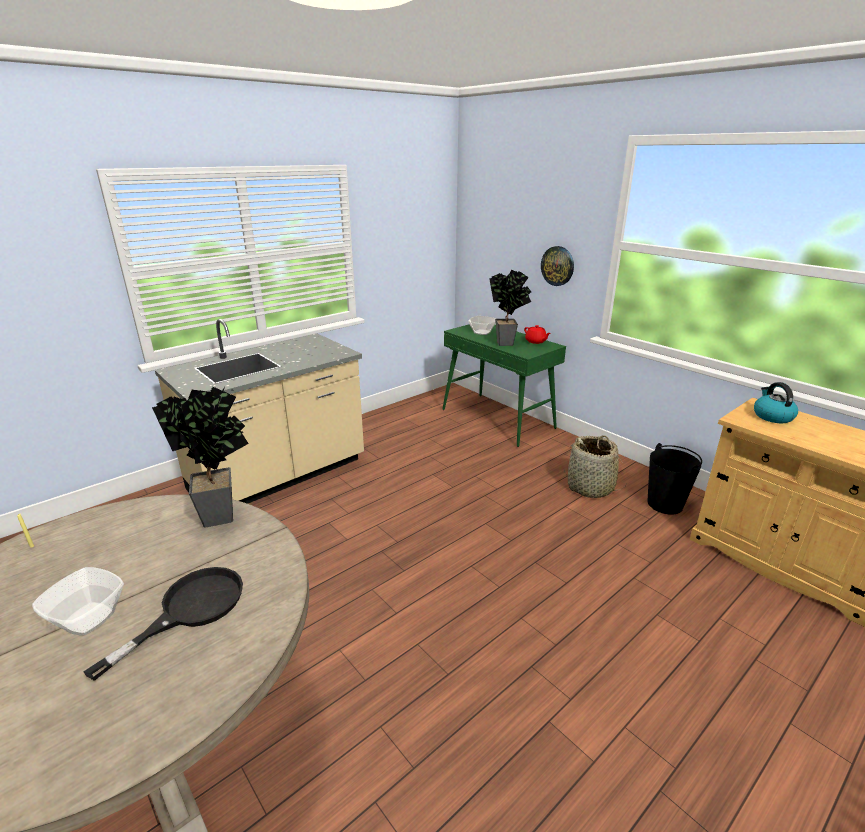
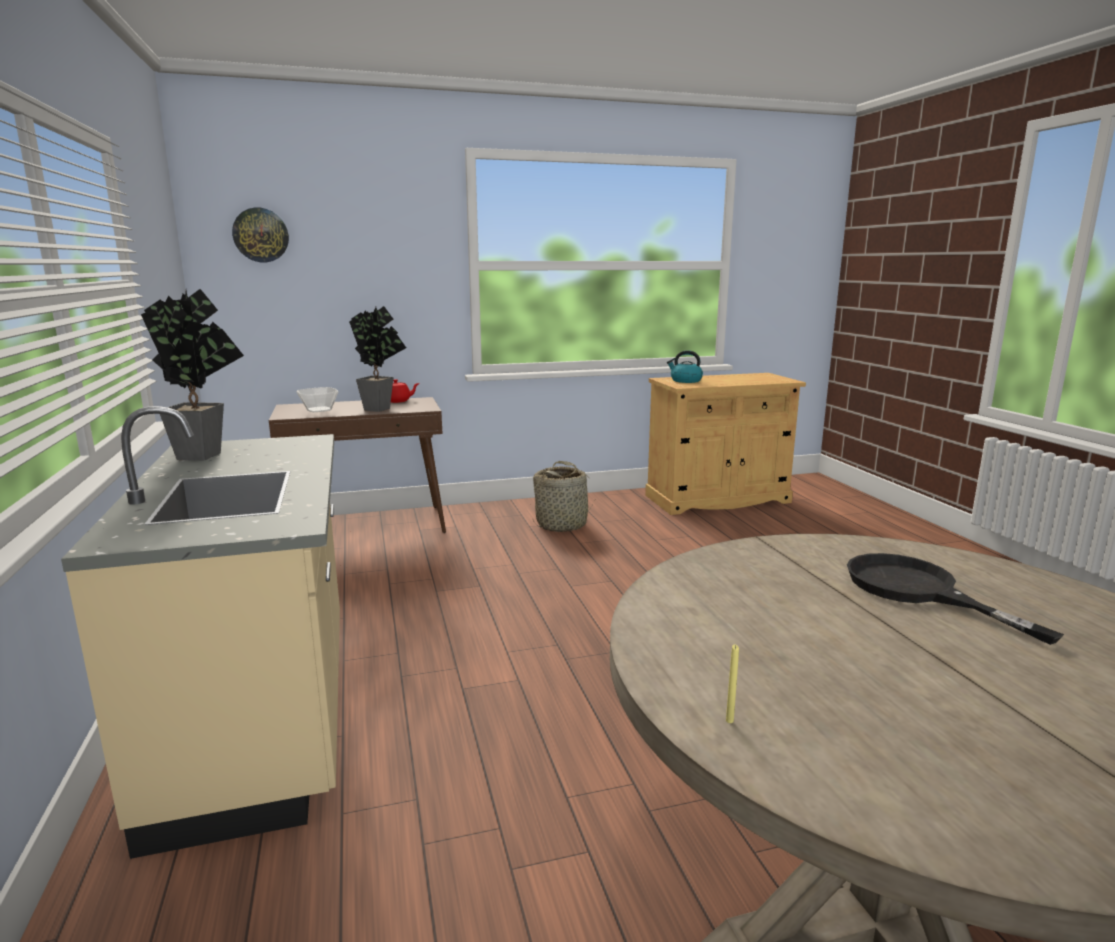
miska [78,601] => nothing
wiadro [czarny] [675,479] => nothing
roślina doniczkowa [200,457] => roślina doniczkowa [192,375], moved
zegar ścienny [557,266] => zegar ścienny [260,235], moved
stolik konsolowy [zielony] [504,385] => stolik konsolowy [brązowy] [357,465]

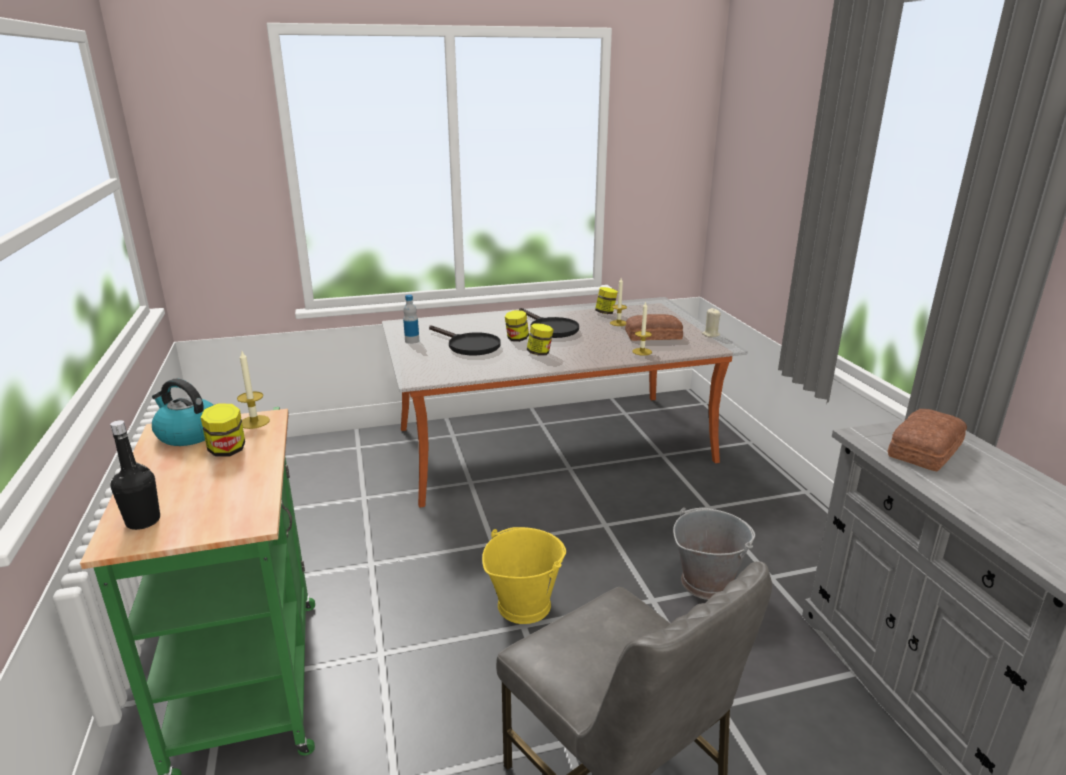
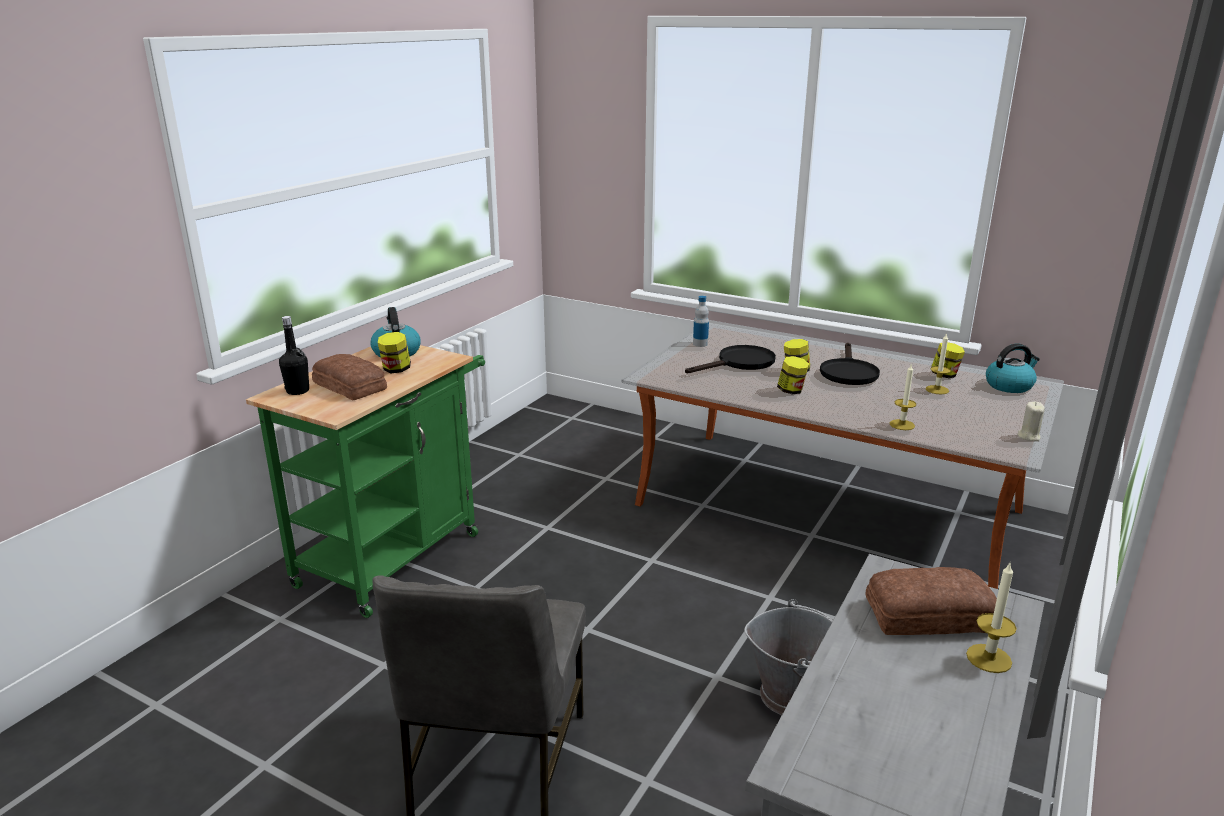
wiadro [żółty] [524,575] => nothing
nothing => czajnik [1013,368]
świeca [253,390] => świeca [991,617], moved
chleb [654,327] => chleb [349,377], moved
patelnia [czarny] [465,340] => patelnia [czarny] [730,359], 120 degrees counterclockwise

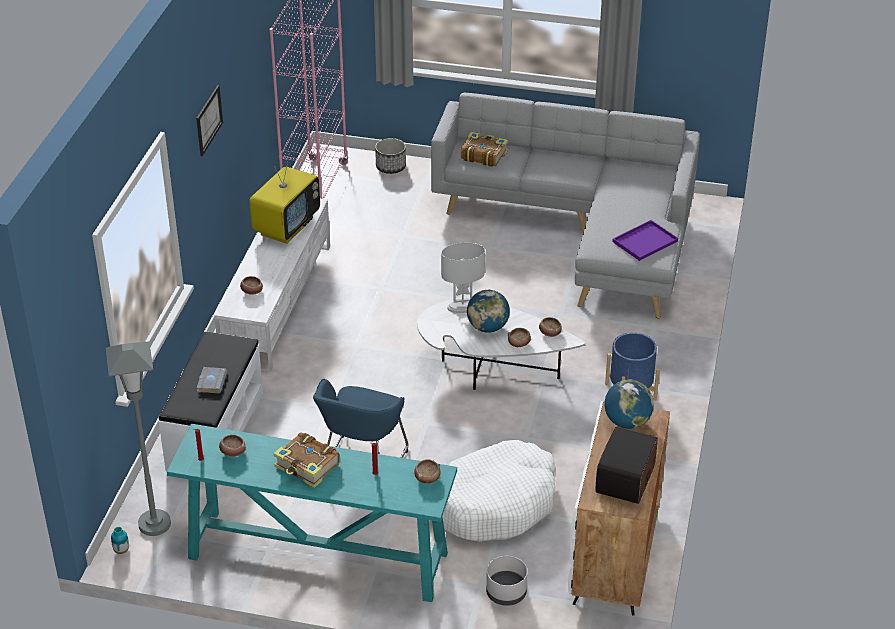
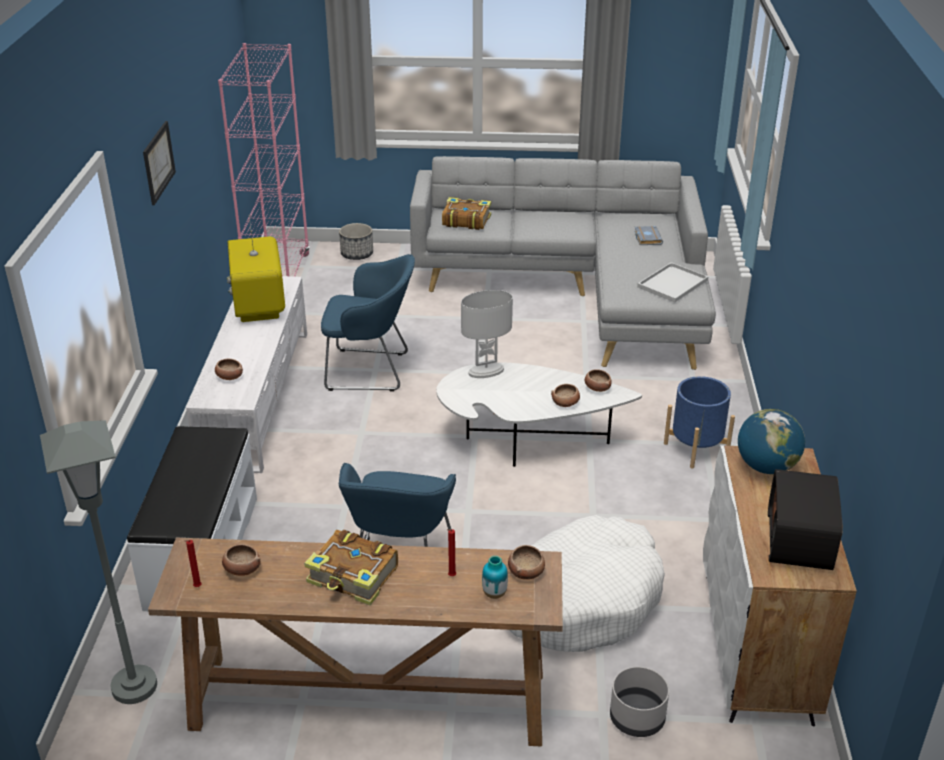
globus [488,311] => nothing
nothing => fotel [niebieski] [368,323]
wazon [120,540] => wazon [495,577], moved
książka [szary] [212,380] => książka [szary] [648,235], moved
stolik konsolowy [turkusowy] [312,513] => stolik konsolowy [brązowy] [355,642]
taca [fioletowy] [645,240] => taca [biały] [673,282]
telewizor [284,199] => telewizor [256,268], 150 degrees clockwise

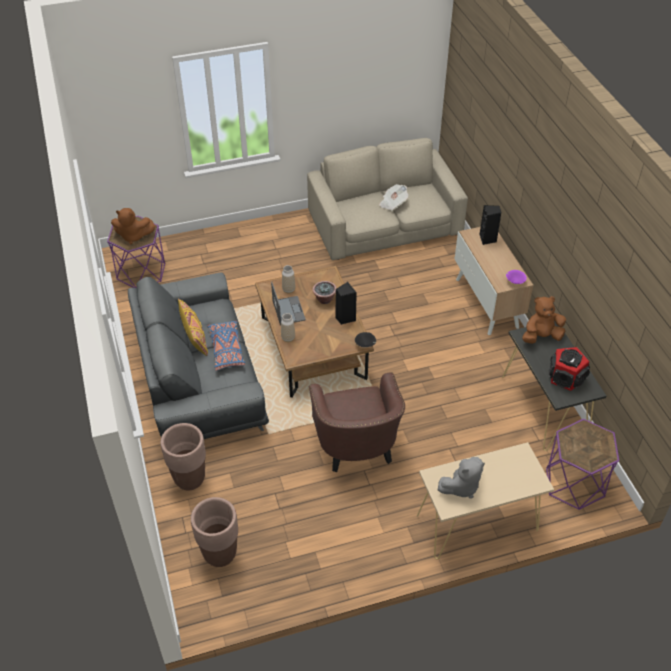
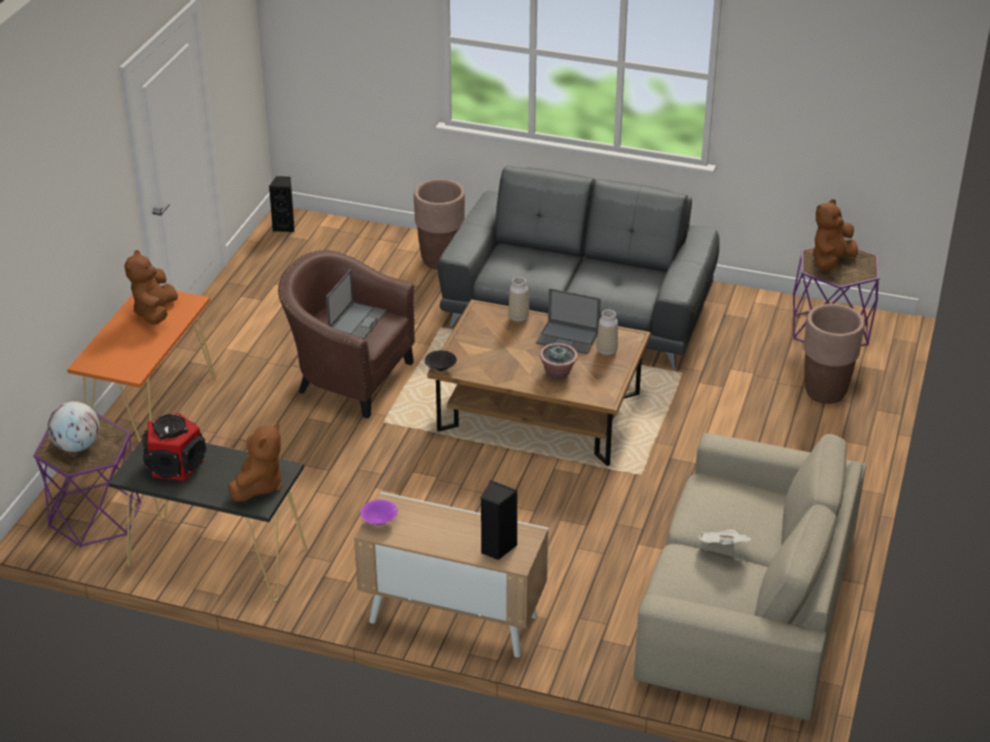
poduszka [żółty] [193,327] => nothing
poduszka [niebieski] [226,346] => nothing
nothing => globus [73,426]
nothing => laptop [356,304]
donica [brązowy] [214,532] => donica [brązowy] [834,354], moved
głośnik [czarny] [346,303] => głośnik [czarny] [281,204], moved
stolik konsolowy [beżowy] [485,501] => stolik konsolowy [pomarańczowy] [141,367]
pluszak [szary] [461,478] => pluszak [brązowy] [151,287]

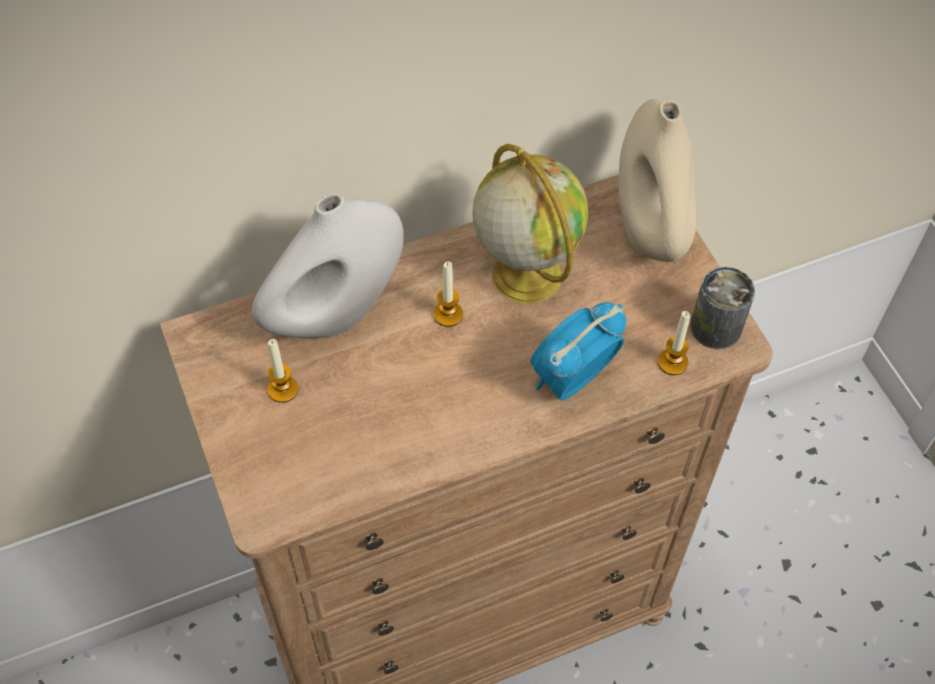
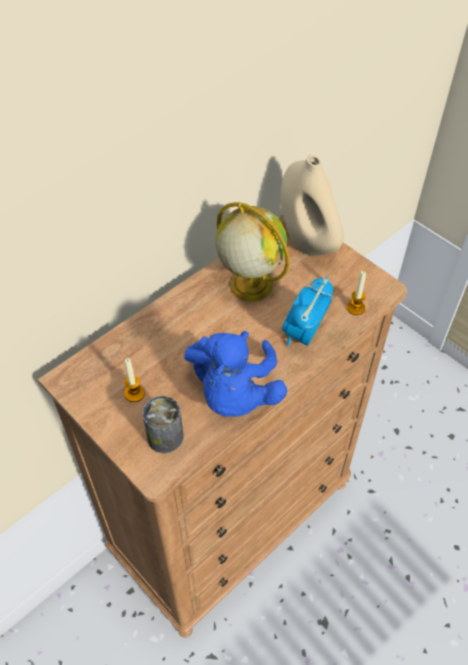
wazon [biały] [328,266] => nothing
świeca [448,294] => nothing
nothing => pluszak [niebieski] [236,374]
puszka [722,308] => puszka [163,425], moved

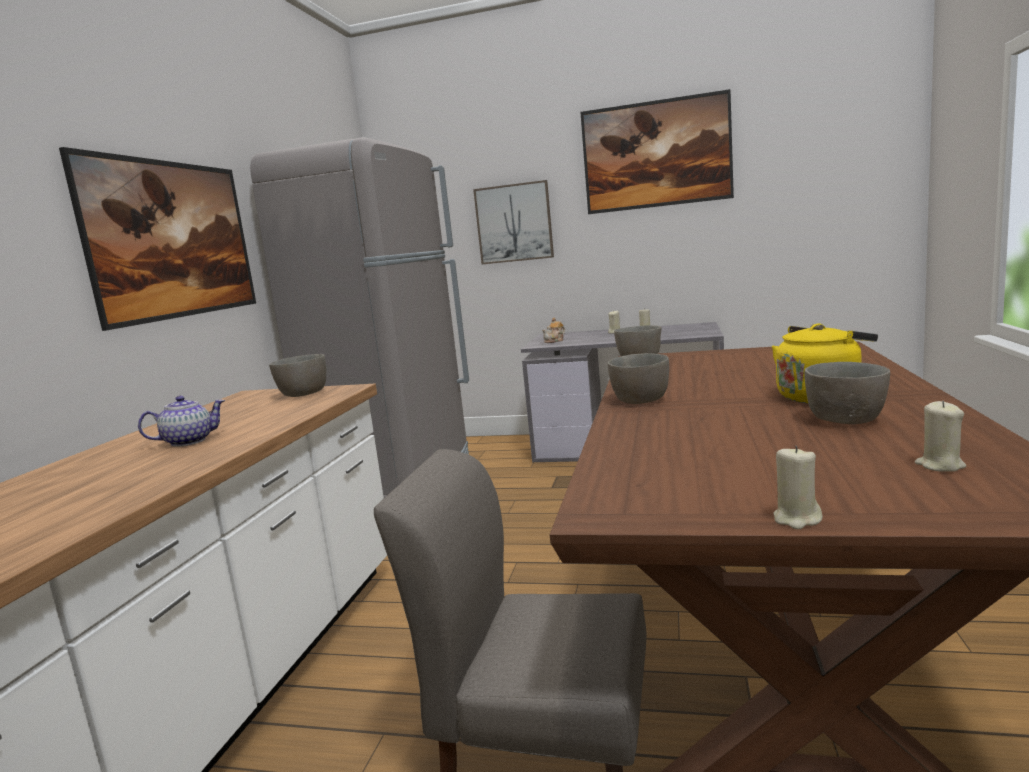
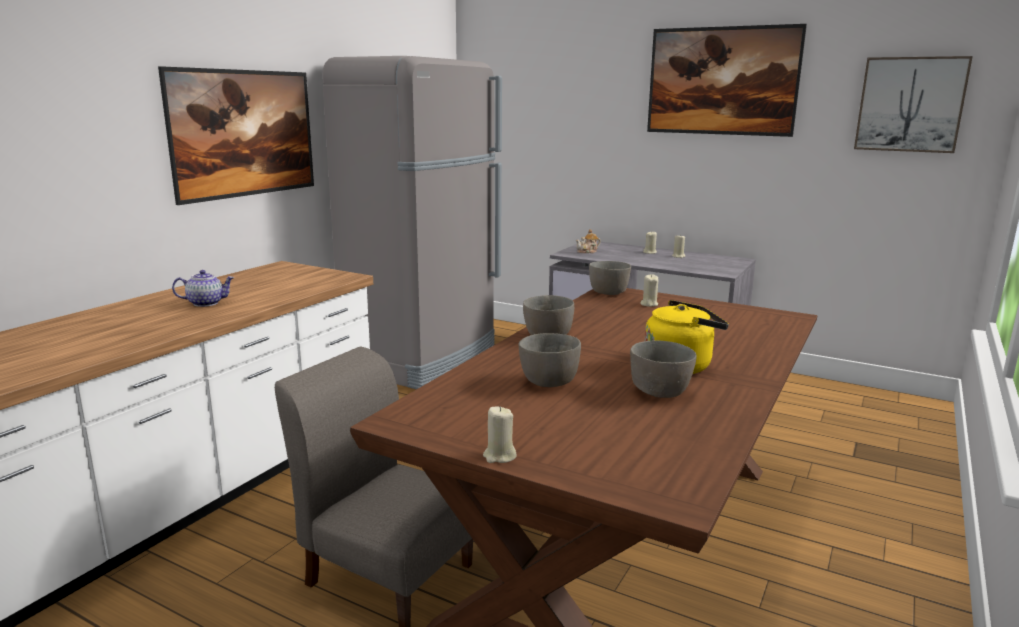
miska [szary] [297,375] => miska [szary] [550,360], moved
obraz [513,222] => obraz [913,104], moved
świeca [beżowy] [940,436] => świeca [beżowy] [649,290], moved

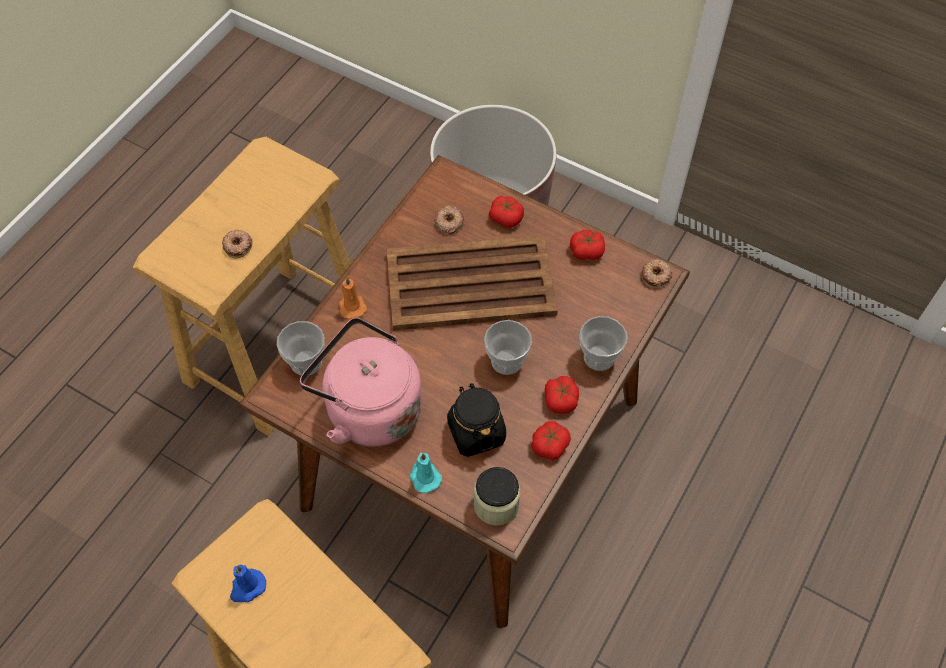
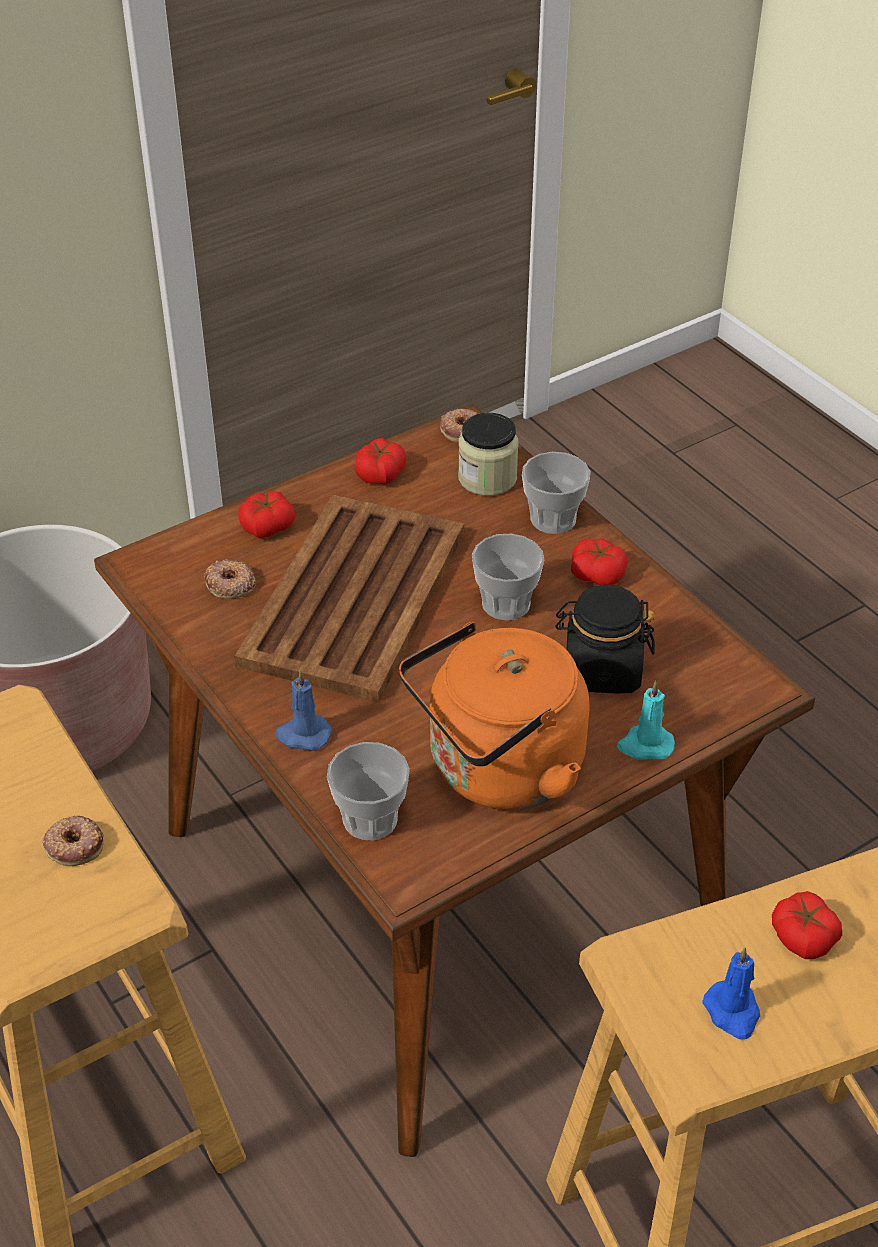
słoik [497,496] => słoik [488,454], moved
pomidor [551,440] => pomidor [807,925], moved
czajnik [różowy] [361,382] => czajnik [pomarańczowy] [494,715]
świeca [pomarańczowy] [353,298] => świeca [niebieski] [303,710]

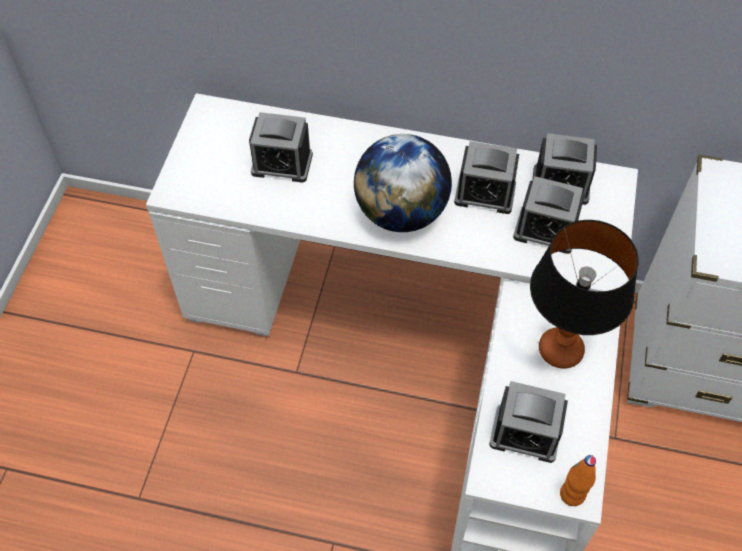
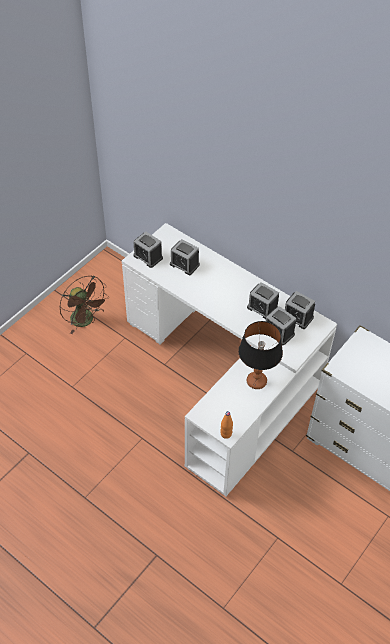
globus [403,183] => nothing
nothing => wentylator [brązowy] [84,304]
budzik [528,422] => budzik [148,250], moved

